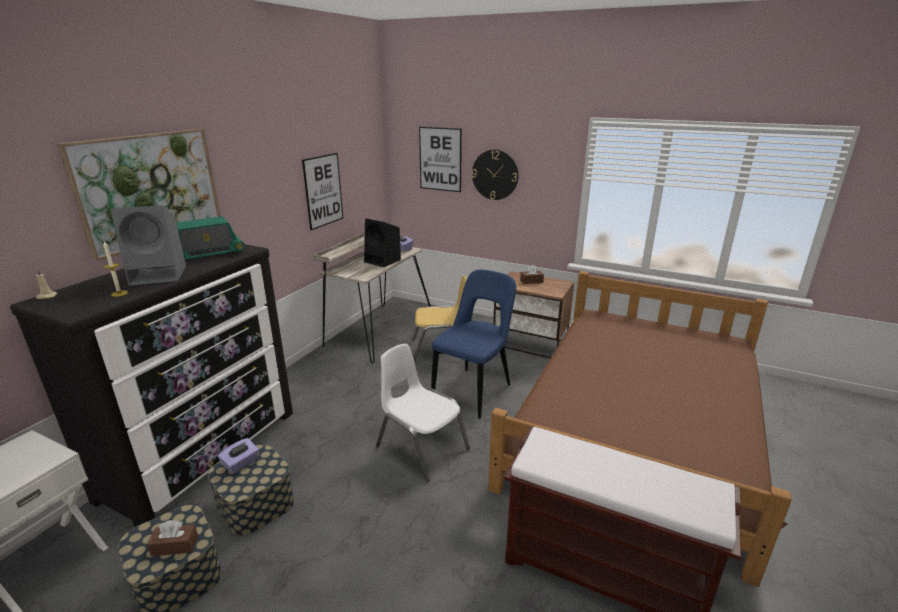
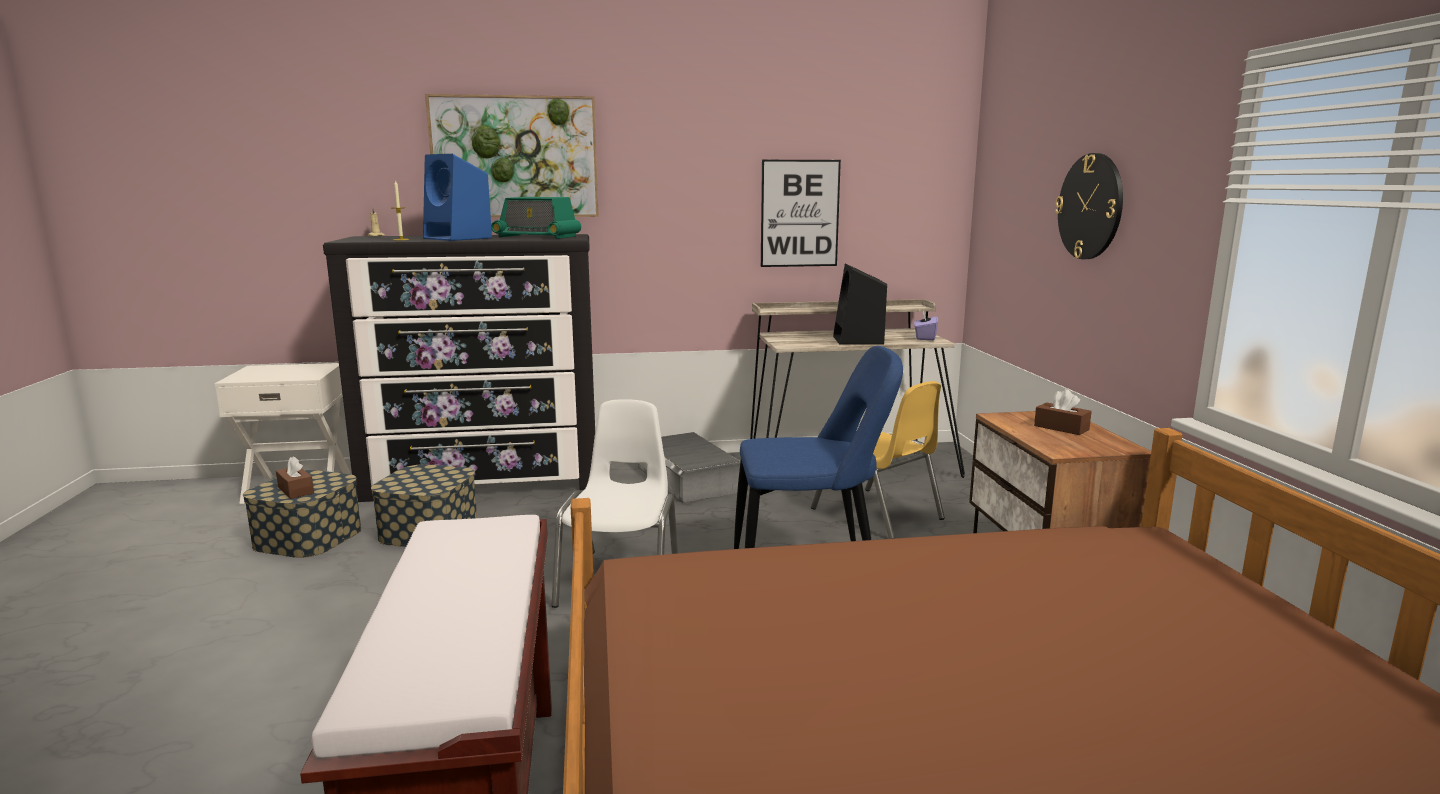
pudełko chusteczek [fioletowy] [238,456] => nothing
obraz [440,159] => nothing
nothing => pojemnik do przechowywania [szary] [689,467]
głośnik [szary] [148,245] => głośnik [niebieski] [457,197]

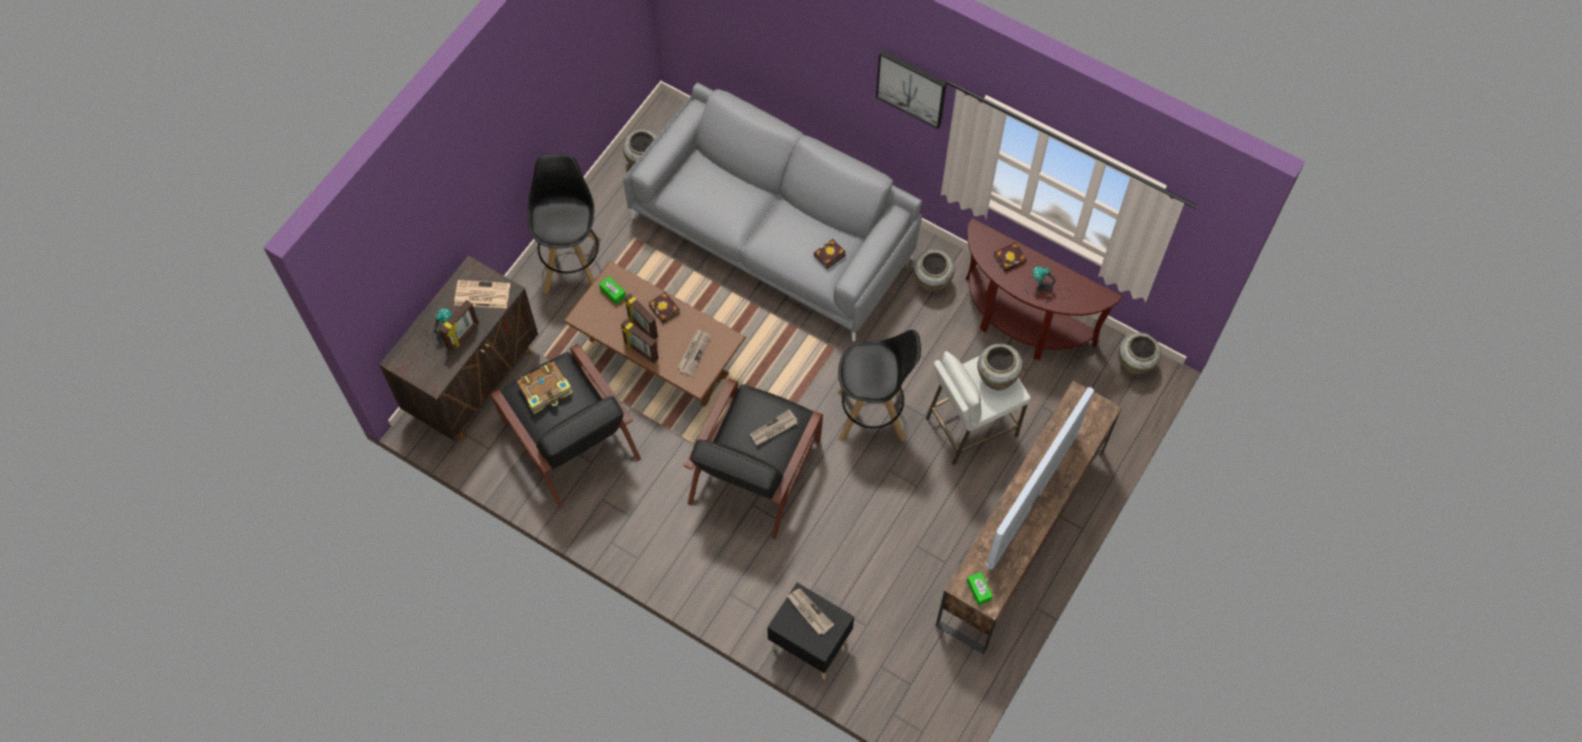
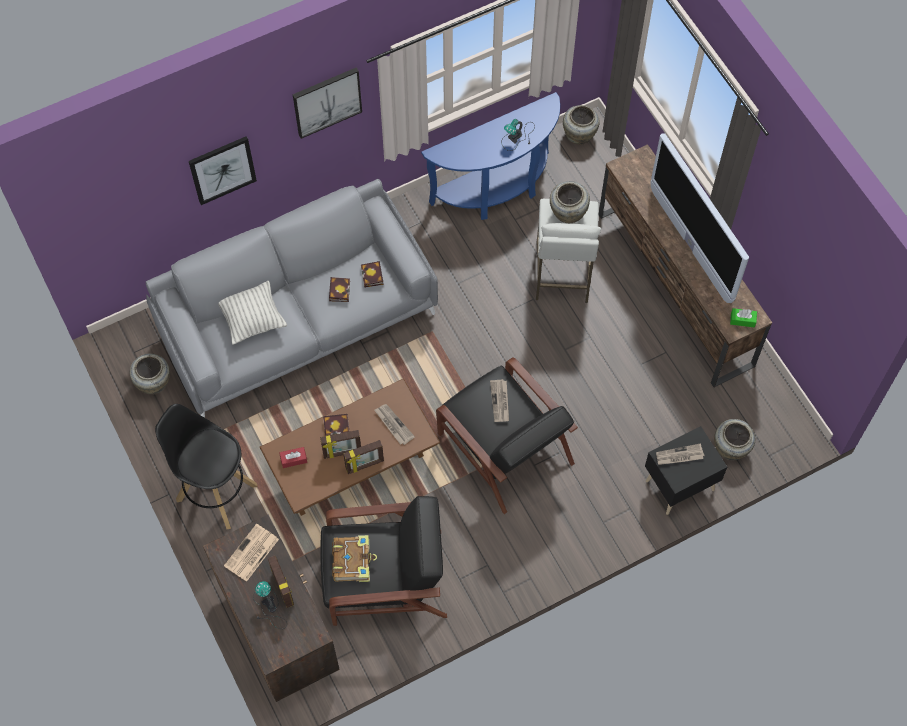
stołek [czarny] [879,386] => nothing
nothing => obraz [223,170]
nothing => poduszka [252,313]
wazon [beżowy] [934,271] => wazon [beżowy] [734,439], moved
książka [1010,257] => książka [339,289], moved
pudełko chusteczek [zielony] [612,290] => pudełko chusteczek [czerwony] [293,457]
stolik konsolowy [brązowy] [1044,289] => stolik konsolowy [niebieski] [490,156]

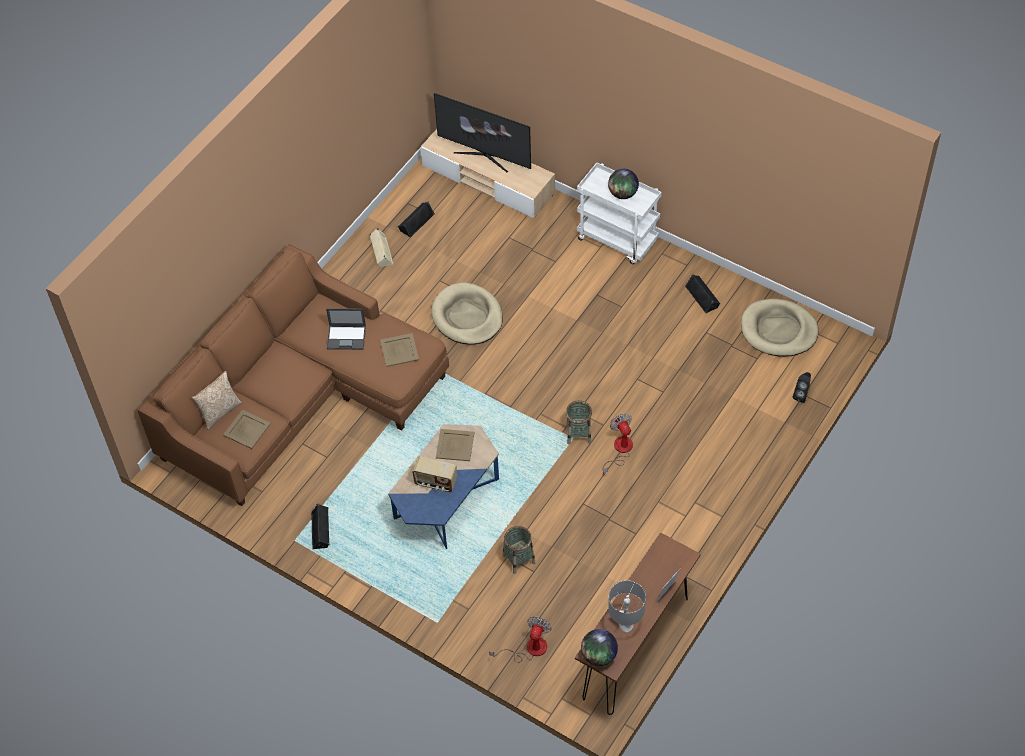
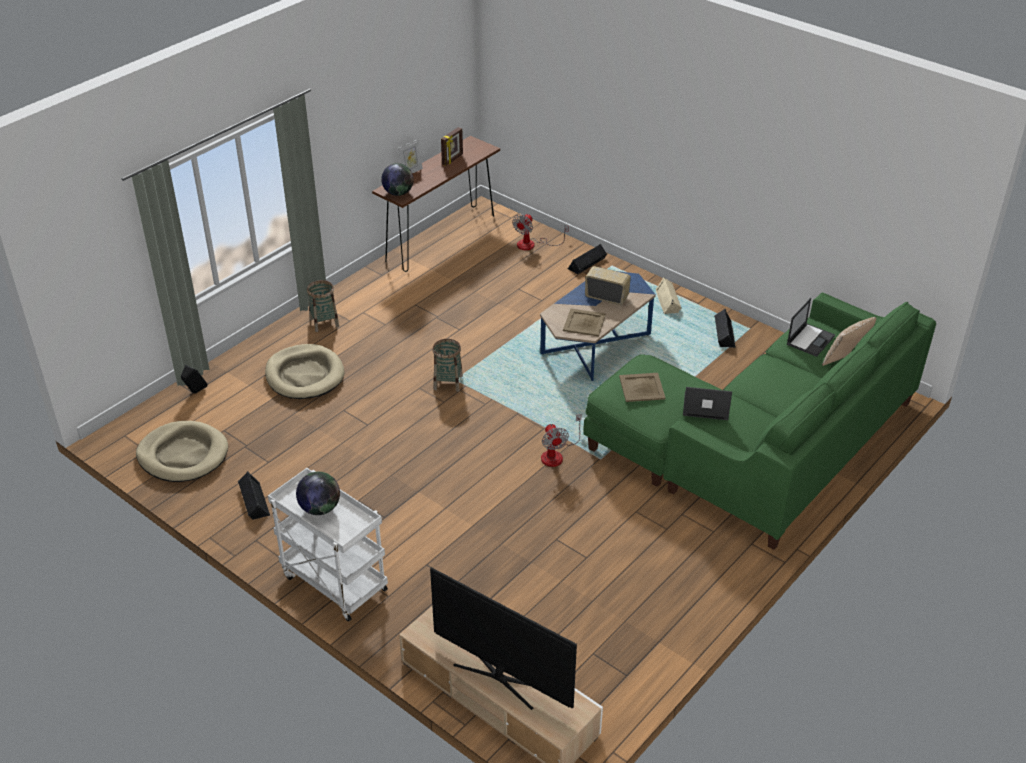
głośnik [beżowy] [381,247] => głośnik [beżowy] [668,295], moved
głośnik [czarny] [416,220] => głośnik [czarny] [587,259], moved
legowisko [beżowy] [467,313] => legowisko [beżowy] [304,371], moved
koszyk [519,550] => koszyk [323,306], moved
globus [599,647] => globus [397,179], moved
wentylator [618,443] => wentylator [561,440], moved
taca [beżowy] [247,429] => laptop [811,327]
lampa stołowa [szary] [627,606] => ramka na zdjęcie [452,146]
kanapa [brązowy] [293,375] => kanapa [zielony] [759,421]

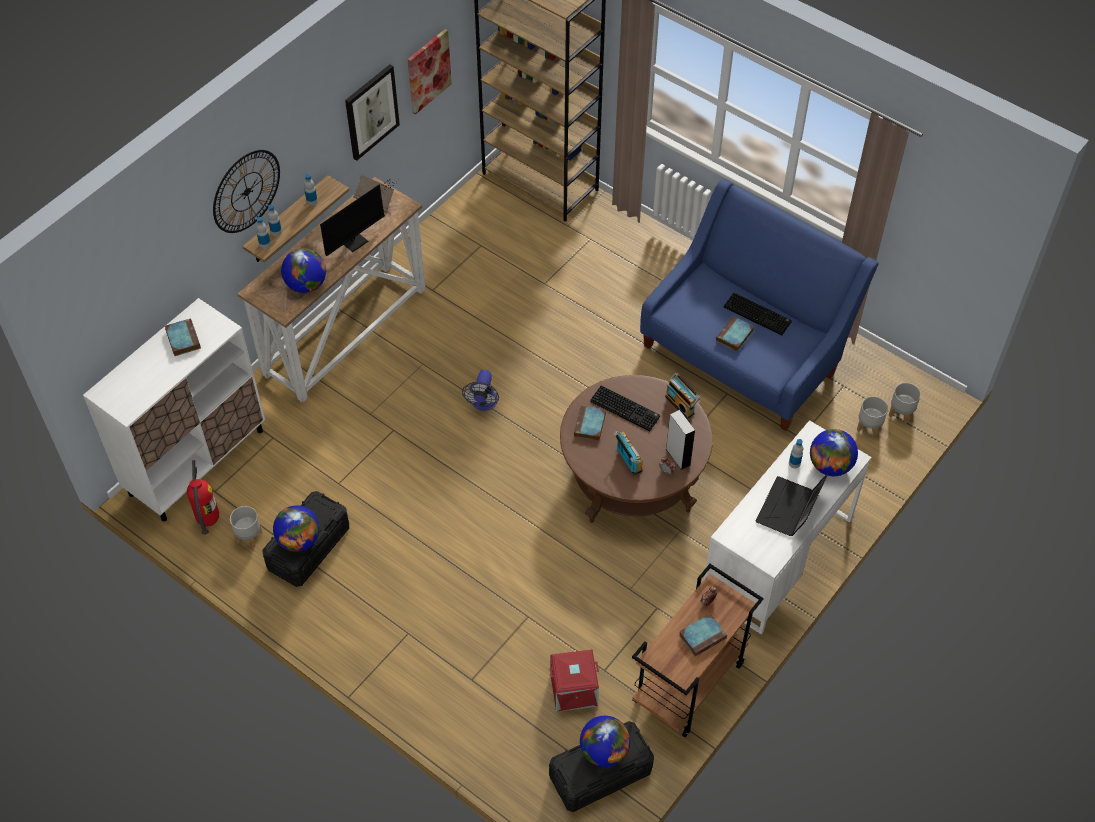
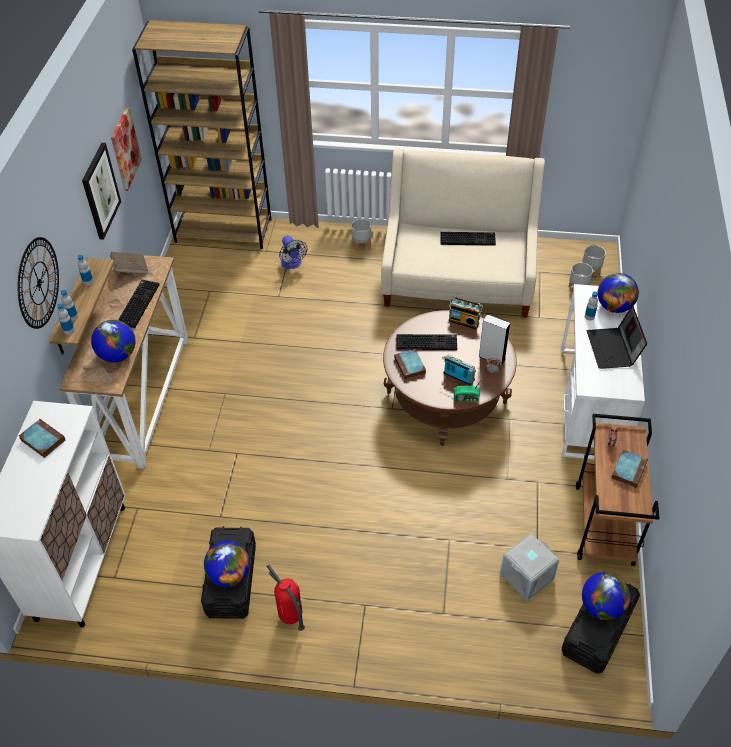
książka [735,334] => nothing
nothing => radio [467,391]
gaśnica [203,497] => gaśnica [286,598], moved
donica [szary] [246,527] => donica [szary] [361,235], moved
wentylator [480,390] => wentylator [293,252], moved
monitor [359,217] => klawiatura [138,304]
pojemnik do przechowywania [czerwony] [574,681] => pojemnik do przechowywania [szary] [529,567]
kanapa [niebieski] [759,305] => kanapa [beżowy] [463,233]

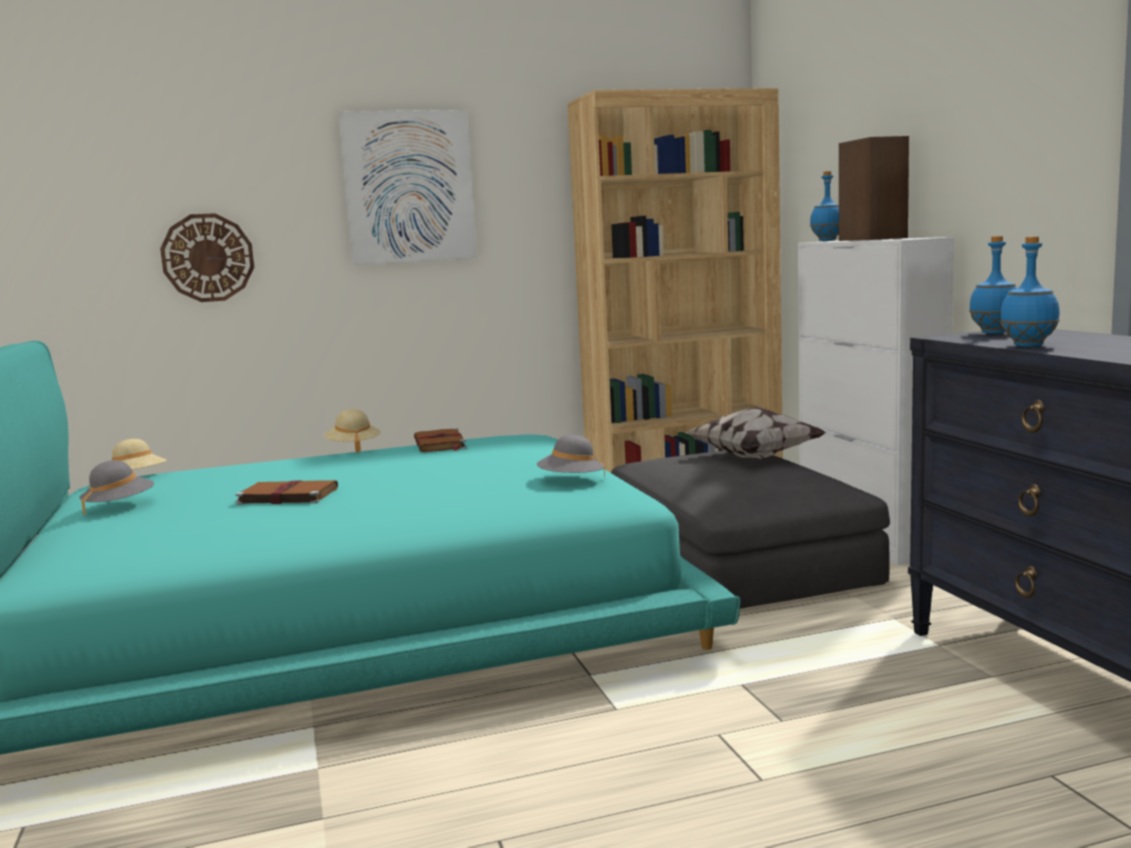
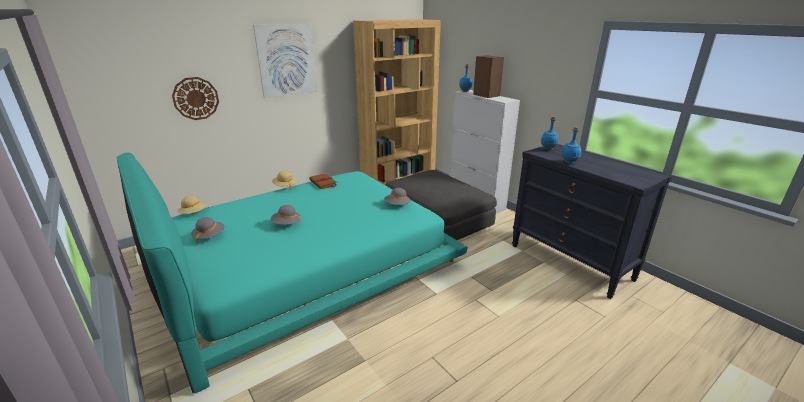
poduszka [755,433] => nothing
książka [brązowy] [286,492] => kapelusz [szary] [286,215]

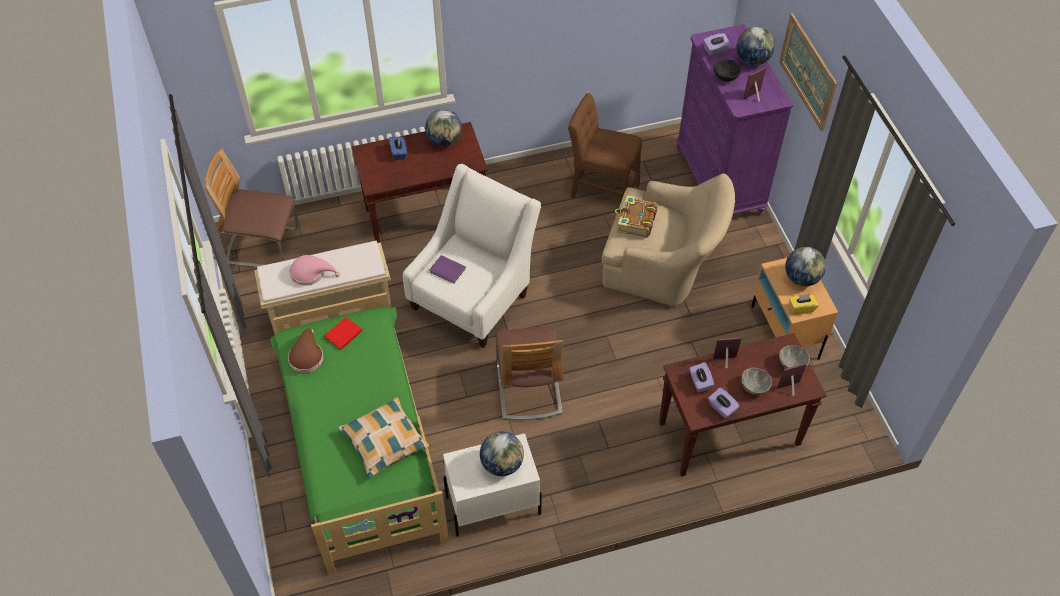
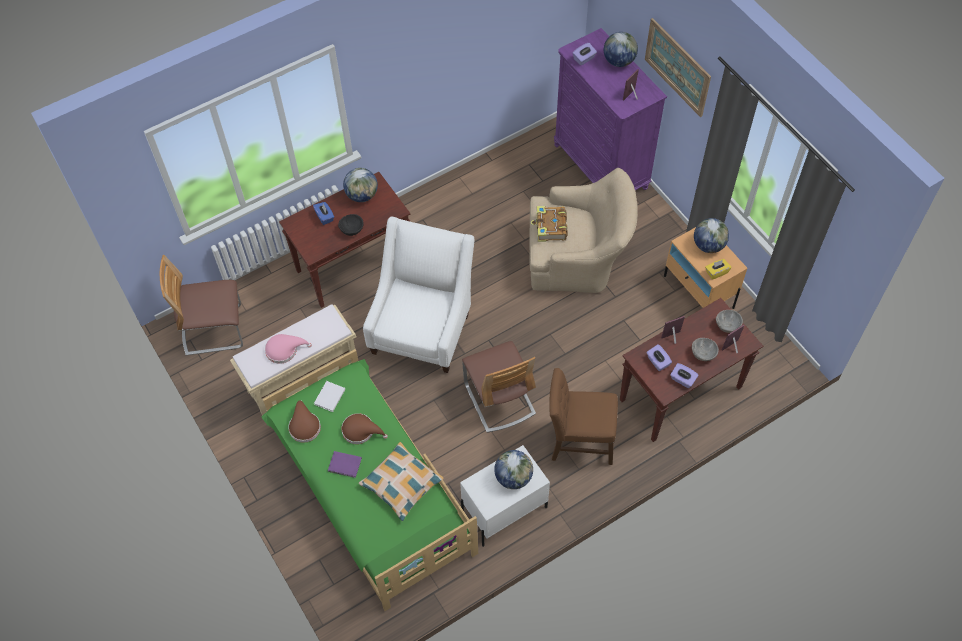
nothing => kapelusz [brązowy] [364,428]
książka [fioletowy] [448,269] => książka [fioletowy] [345,464], moved
krzesło [brązowy] [605,145] => krzesło [brązowy] [583,416], moved
miska [czarny] [728,71] => miska [czarny] [351,225], moved
książka [czerwony] [343,333] => książka [biały] [329,396]

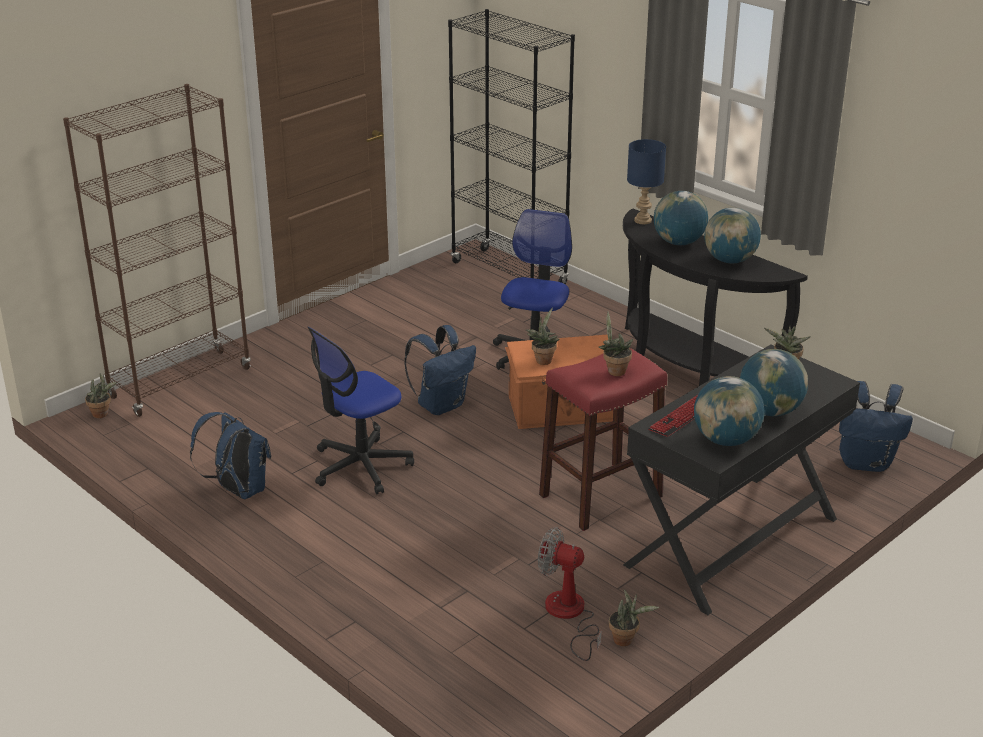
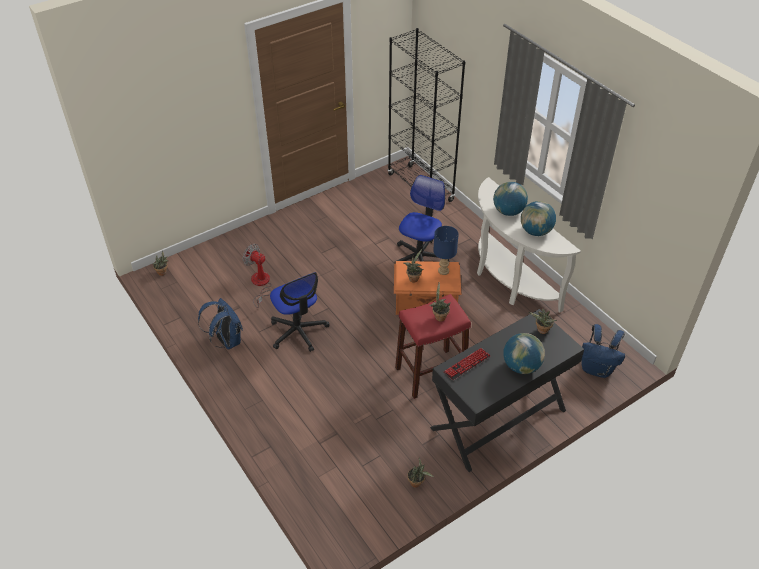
regał [brązowy] [157,250] => nothing
plecak [niebieski] [440,370] => nothing
globus [729,411] => nothing
wentylator [569,594] => wentylator [257,276], moved
lampa stołowa [niebieski] [646,181] => lampa stołowa [niebieski] [446,250], moved
stolik konsolowy [czarny] [715,297] => stolik konsolowy [biały] [529,244]
krzesło biurowe [361,410] => krzesło biurowe [300,312], 90 degrees counterclockwise

